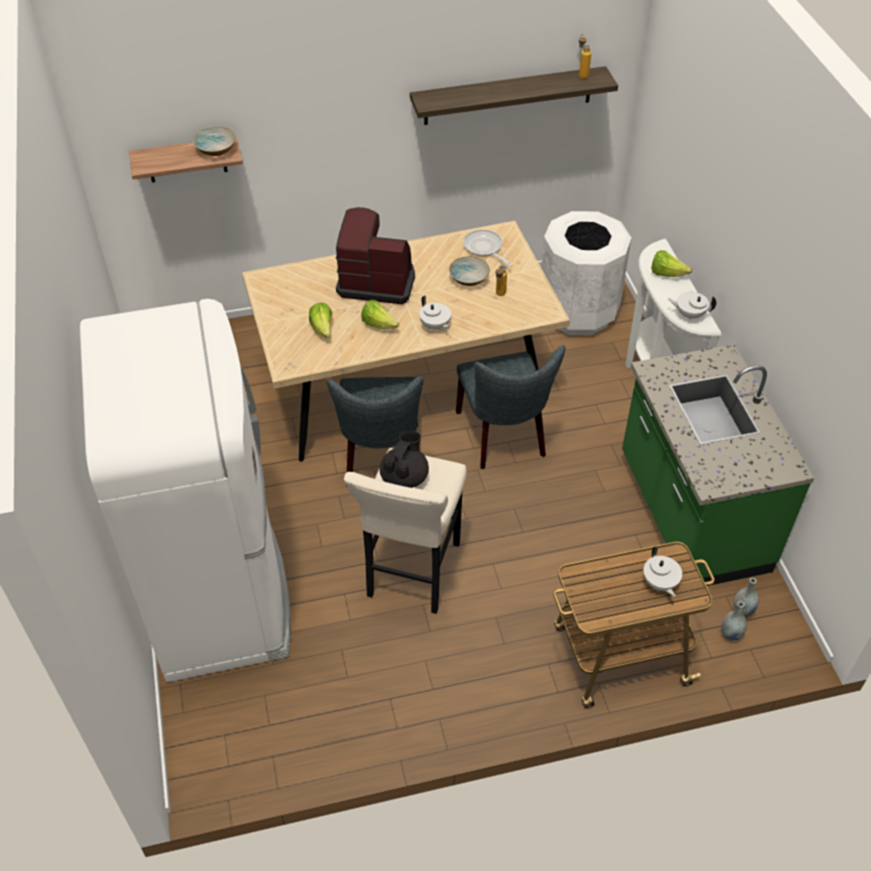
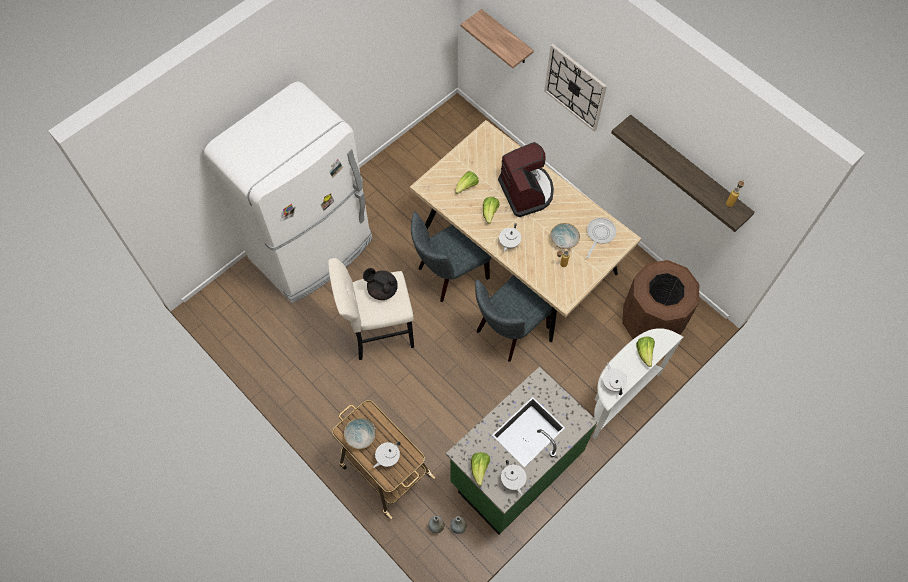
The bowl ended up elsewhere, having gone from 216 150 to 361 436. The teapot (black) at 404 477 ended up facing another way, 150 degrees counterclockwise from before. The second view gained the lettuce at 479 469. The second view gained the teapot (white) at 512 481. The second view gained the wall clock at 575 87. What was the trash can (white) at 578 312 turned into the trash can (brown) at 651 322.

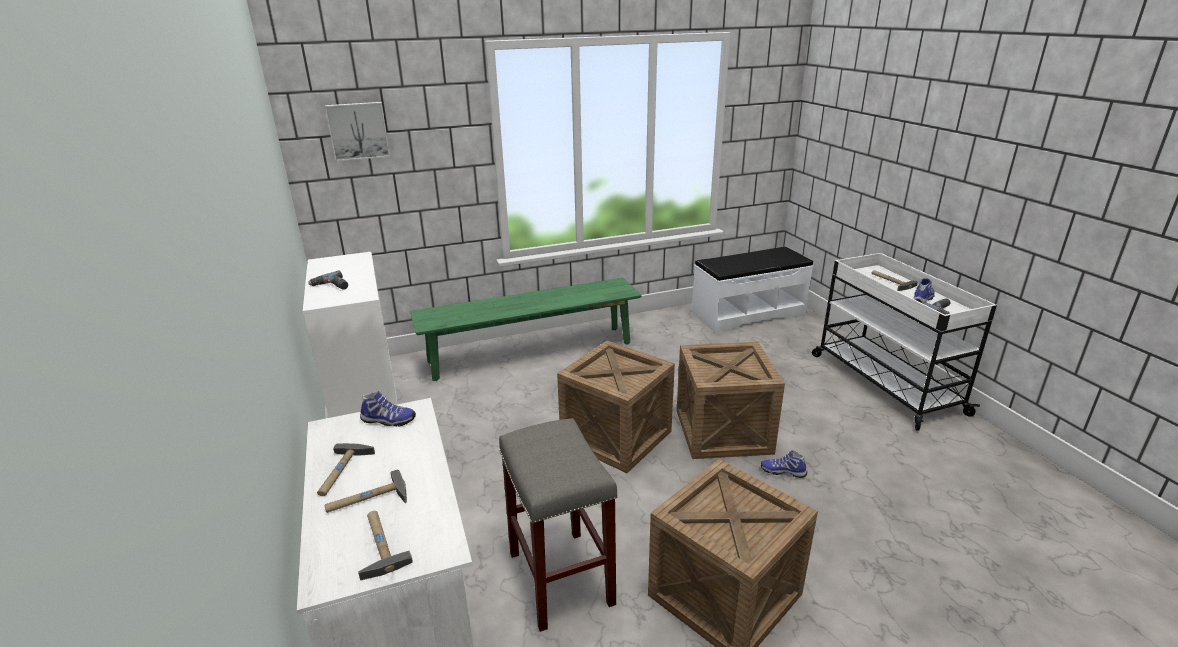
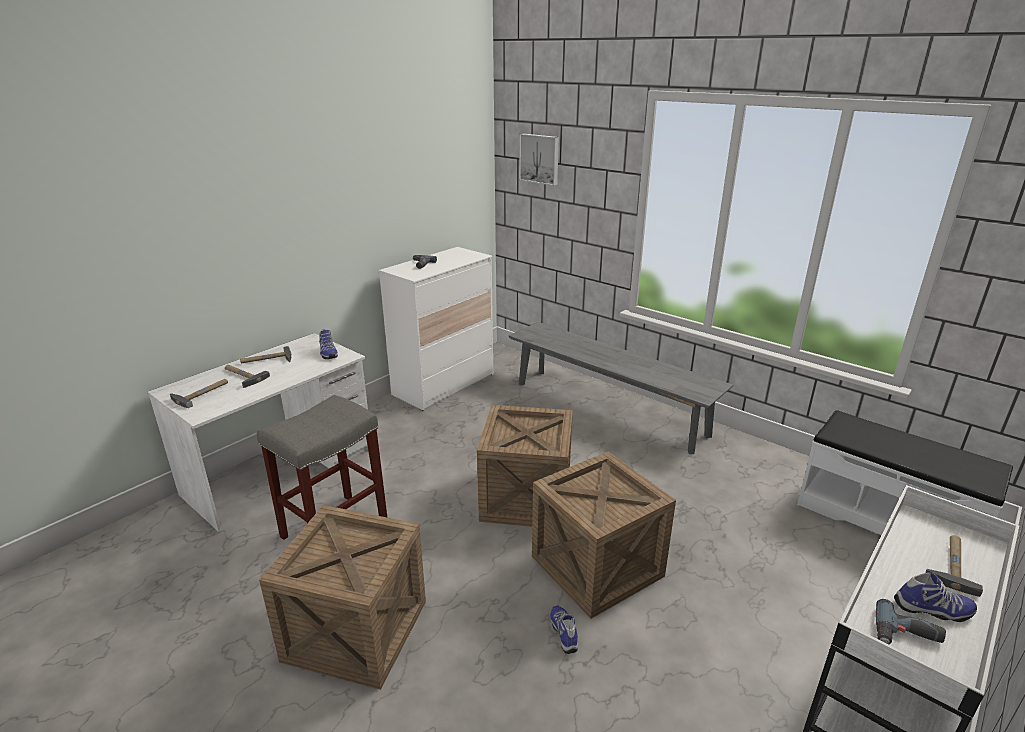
What was the bench (green) at 531 352 turned into the bench (grey) at 608 408.

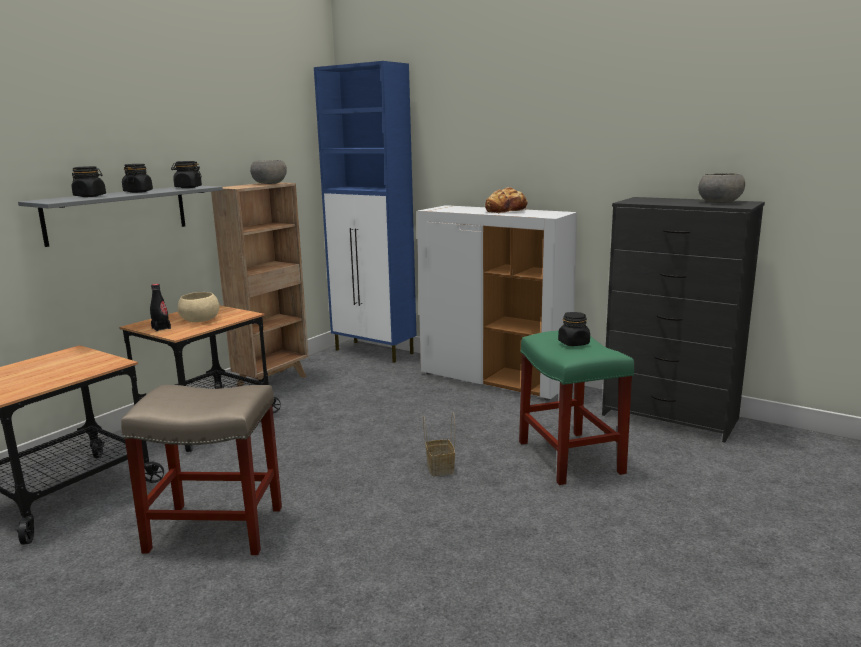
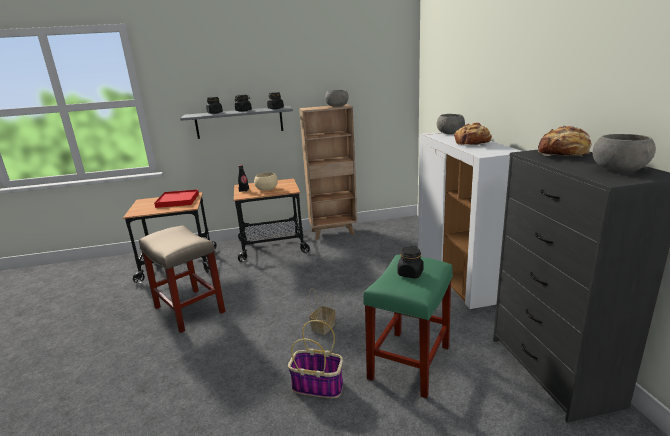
The second view gained the tray (red) at 178 200. The second view gained the basket at 318 385. The second view gained the bowl (grey) at 450 133. The second view gained the bread at 563 154. The second view lost the cabinet (blue) at 375 352.

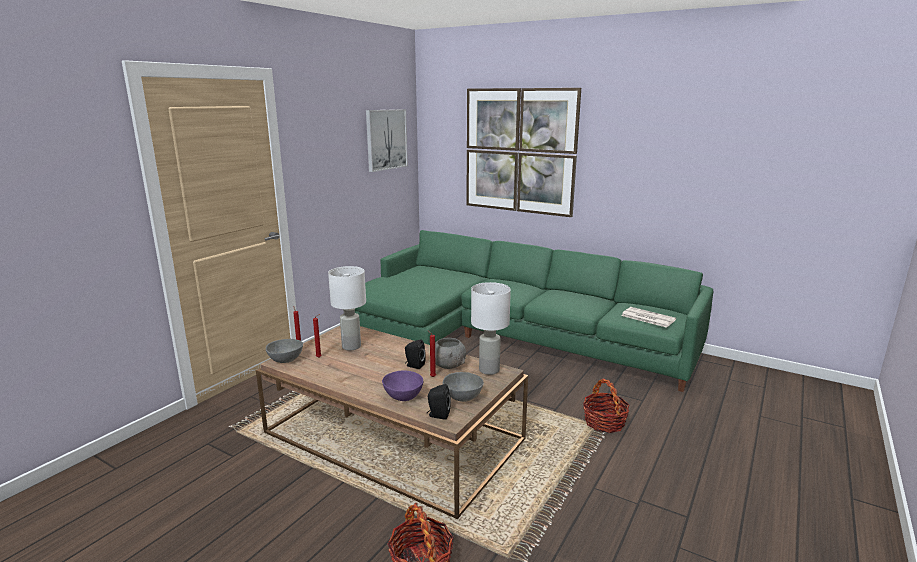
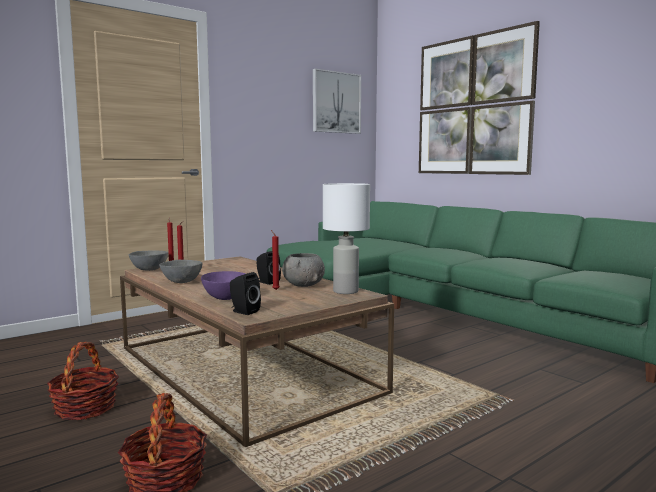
The basket ended up elsewhere, having gone from 604 422 to 85 408. The bowl (grey) ended up elsewhere, having gone from 463 398 to 181 282. The second view lost the table lamp (white) at 351 347. The second view lost the newspaper at 647 317.

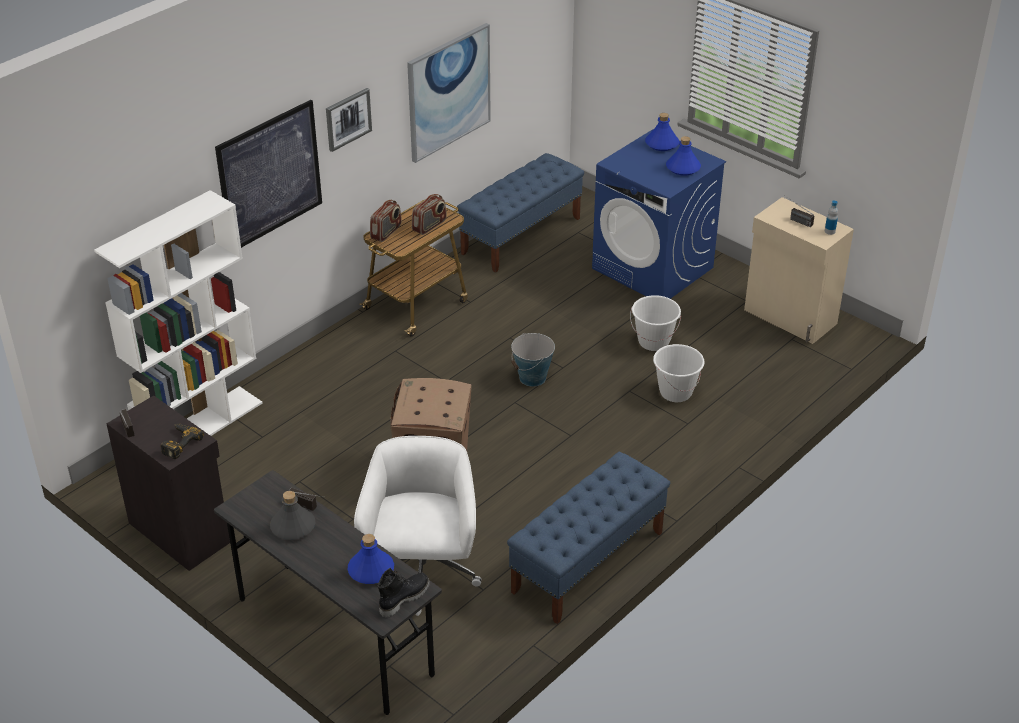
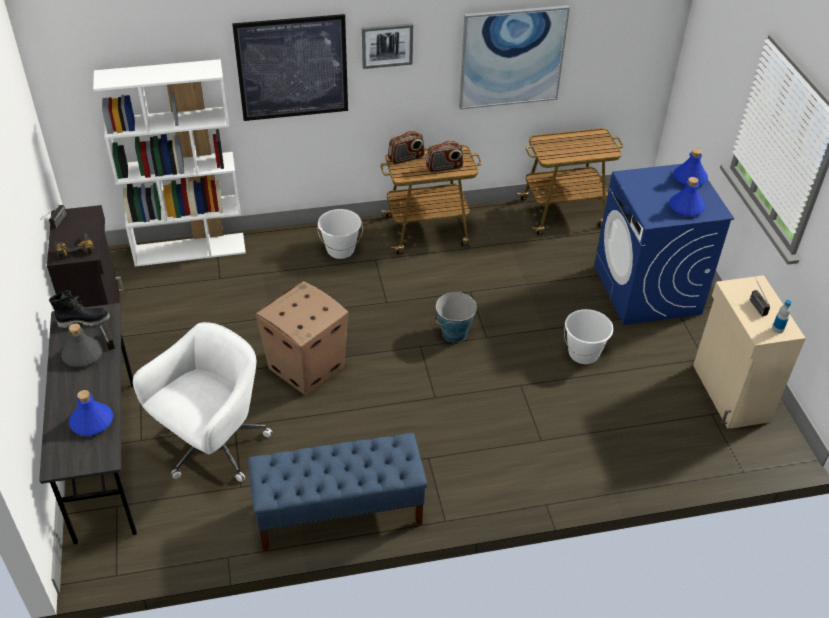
The boot (black) ended up elsewhere, having gone from 403 598 to 84 320. The bucket (white) ended up elsewhere, having gone from 675 392 to 340 250. Where the bench (blue) stood at 521 235, the cart came to stand at 563 212.

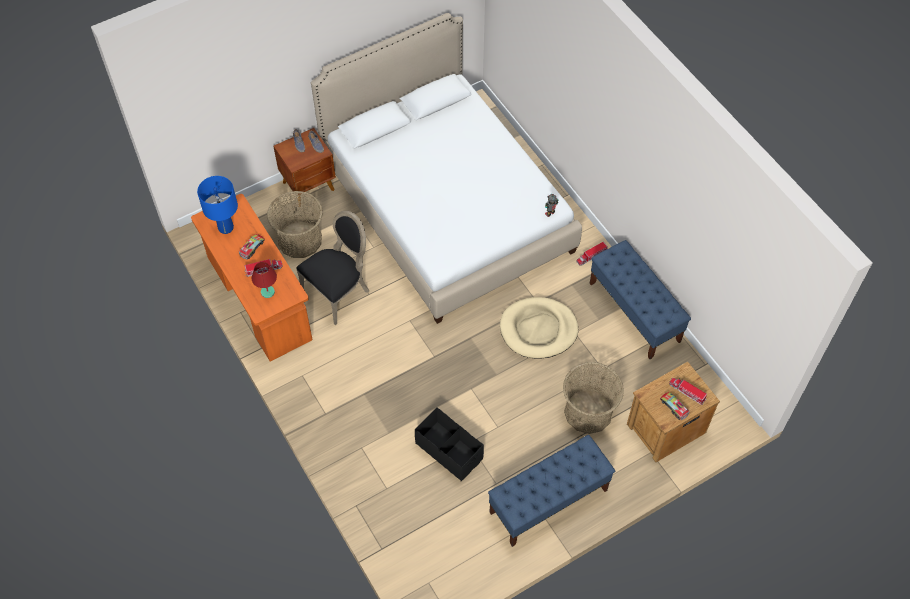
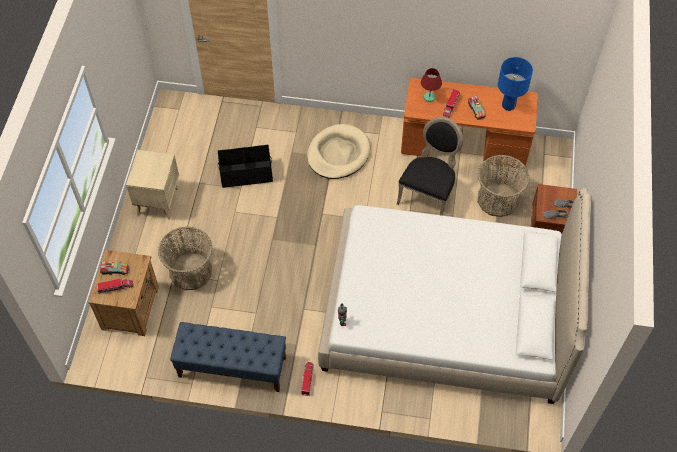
Where the bench (blue) stood at 548 501, the nightstand (beige) came to stand at 158 201. The dog bed (beige) ended up elsewhere, having gone from 538 330 to 338 154. The chair (black) at 338 291 ended up facing another way, 150 degrees counterclockwise from before.

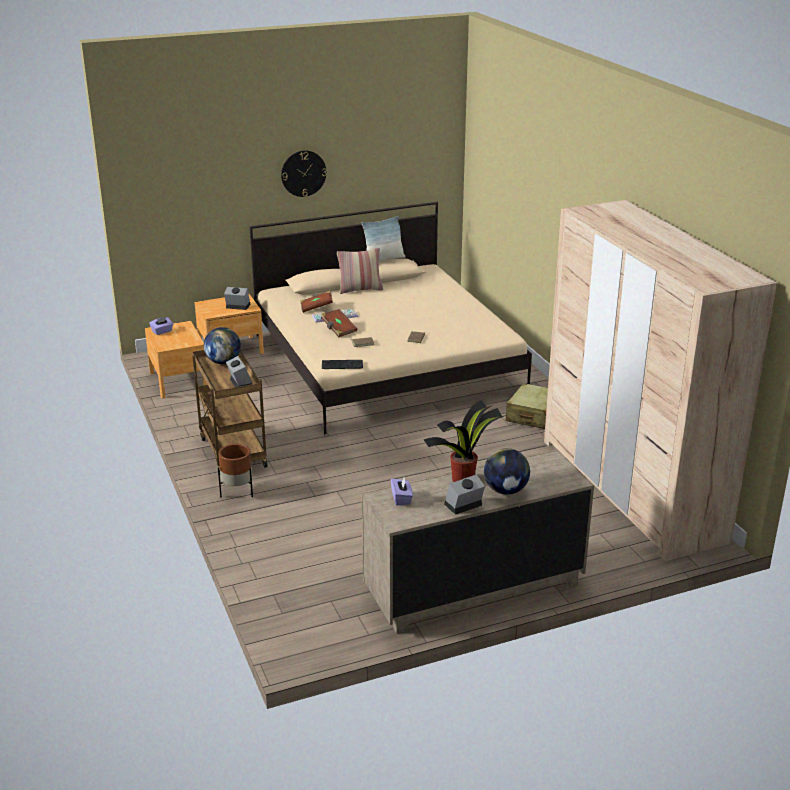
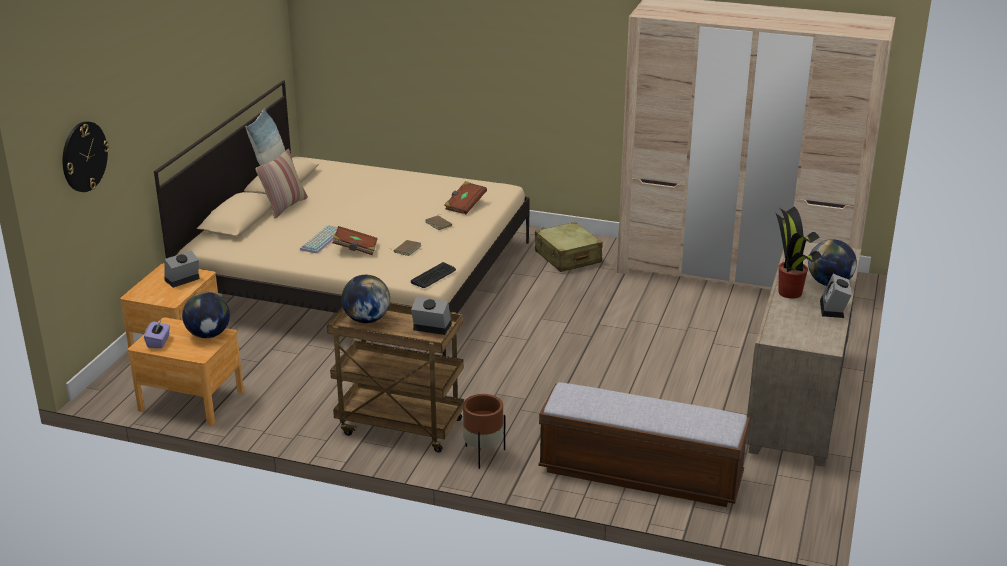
The wall clock ended up elsewhere, having gone from 303 173 to 84 156. The second view gained the globe at 208 335. The book (brown) ended up elsewhere, having gone from 316 308 to 465 205. The second view gained the bench at 640 474. The second view lost the tissue box (purple) at 401 498.

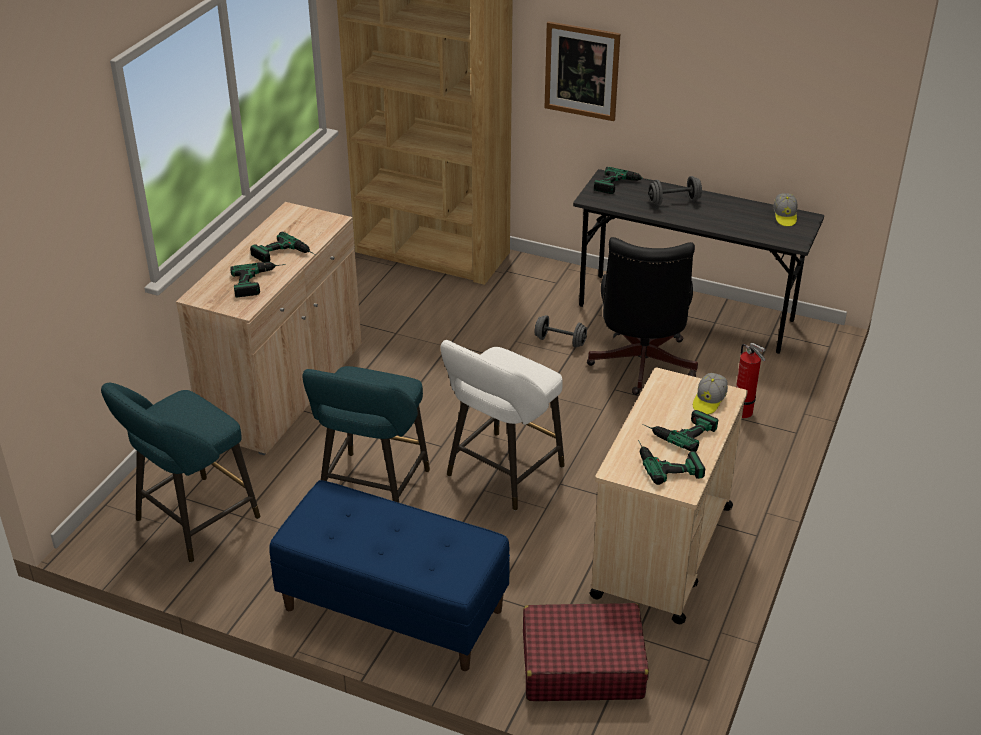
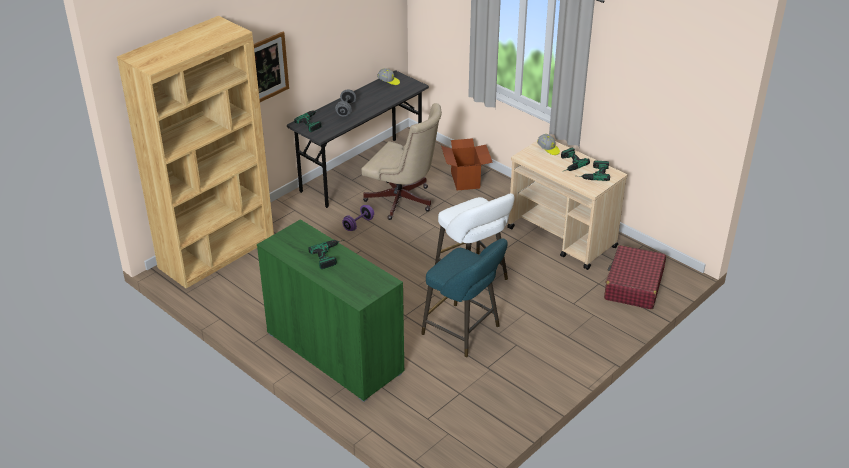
What was the cabinet (beige) at 284 389 turned into the cabinet (green) at 334 352. What was the dumbbell (grey) at 560 341 turned into the dumbbell (purple) at 358 224. What was the office chair (black) at 640 367 turned into the office chair (beige) at 403 202. Where the fire extinguisher stood at 744 413, the cardboard box came to stand at 466 180. The second view lost the stool (turquoise) at 192 522. The second view lost the power drill at 260 281. The second view lost the bench (blue) at 392 610.

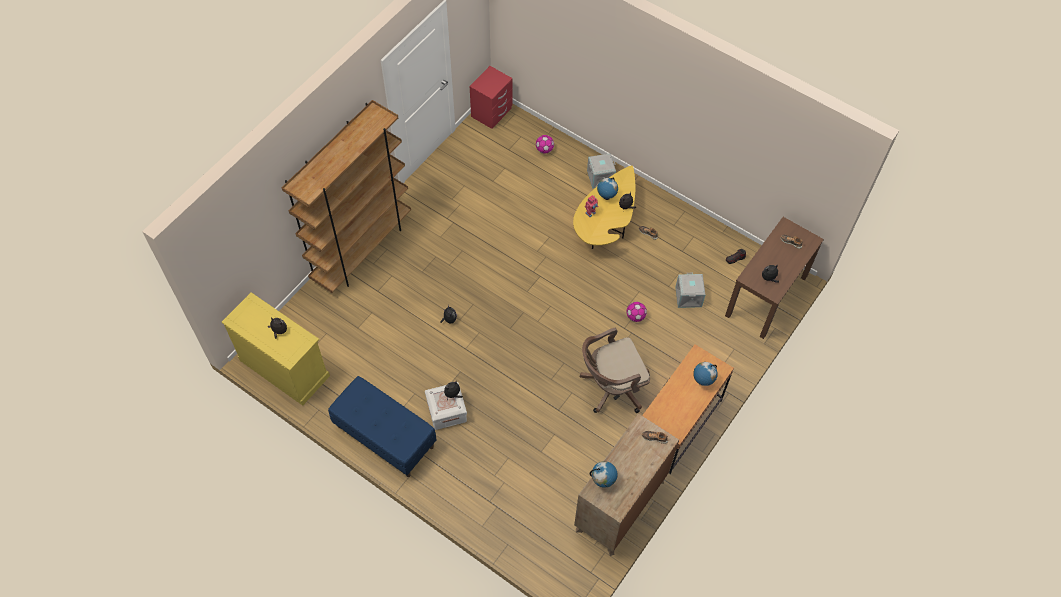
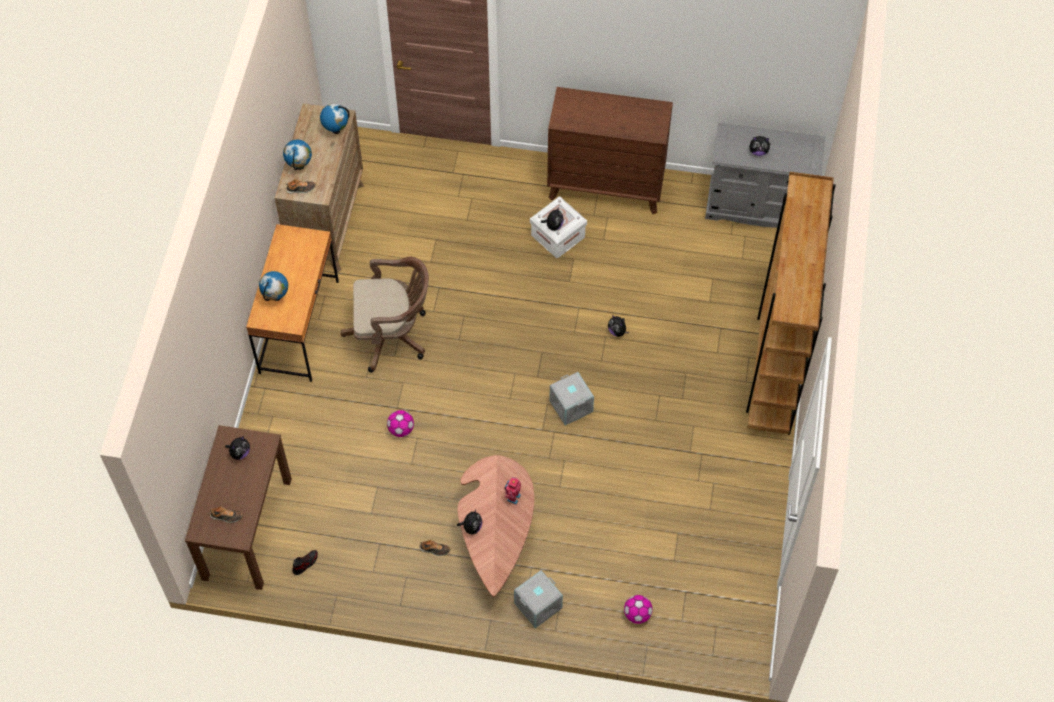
The globe ended up elsewhere, having gone from 606 197 to 299 166. The office chair (brown) at 611 387 ended up facing another way, 45 degrees clockwise from before. What was the coffee table (yellow) at 605 225 turned into the coffee table (brown) at 496 535. Where the bench (blue) stood at 384 437, the dresser (brown) came to stand at 606 186. The storage box (grey) ended up elsewhere, having gone from 689 297 to 570 406. What was the dresser (yellow) at 284 367 turned into the dresser (grey) at 758 206. The second view lost the nightstand (red) at 491 112.

